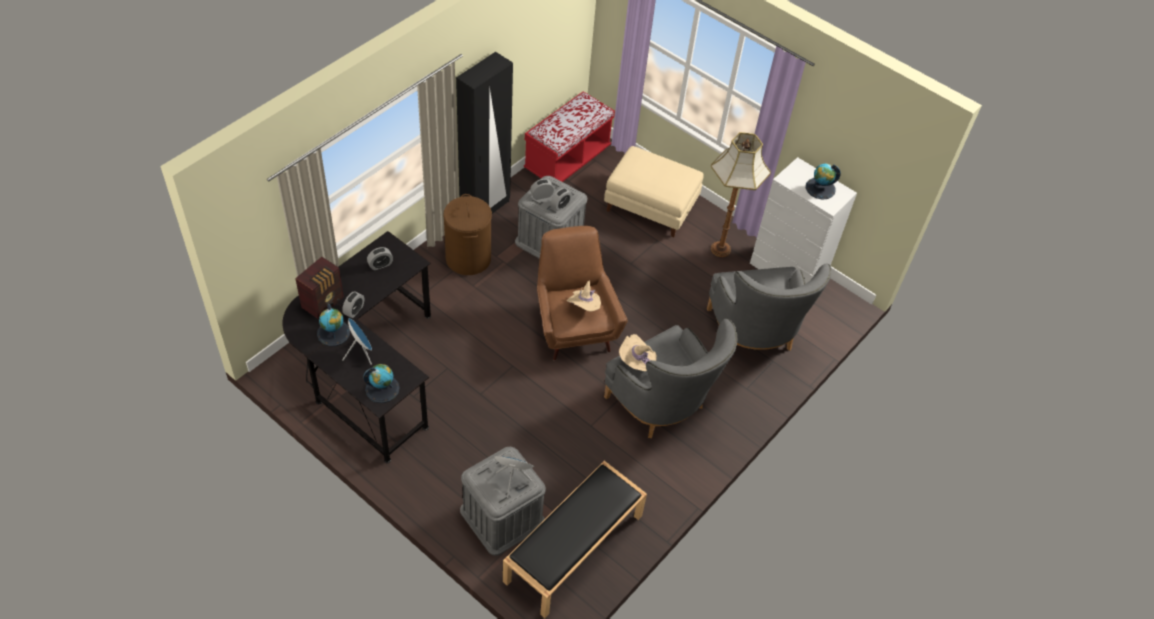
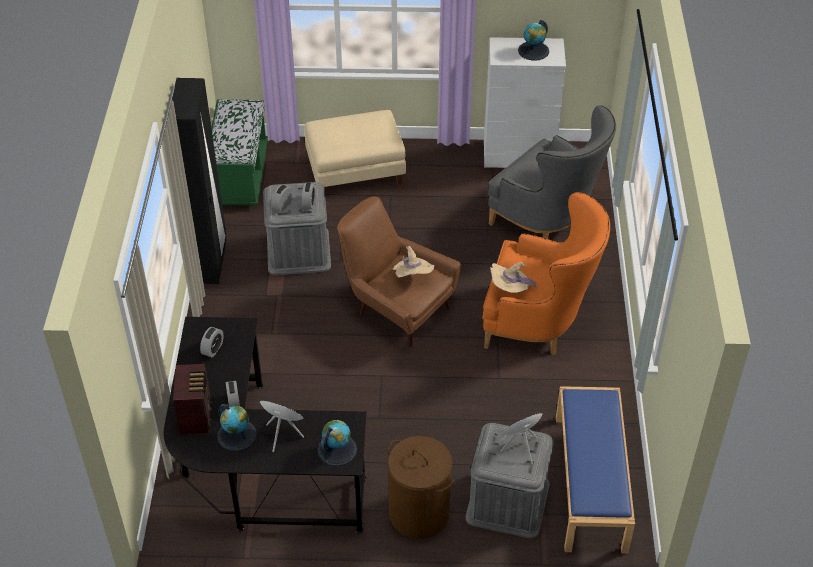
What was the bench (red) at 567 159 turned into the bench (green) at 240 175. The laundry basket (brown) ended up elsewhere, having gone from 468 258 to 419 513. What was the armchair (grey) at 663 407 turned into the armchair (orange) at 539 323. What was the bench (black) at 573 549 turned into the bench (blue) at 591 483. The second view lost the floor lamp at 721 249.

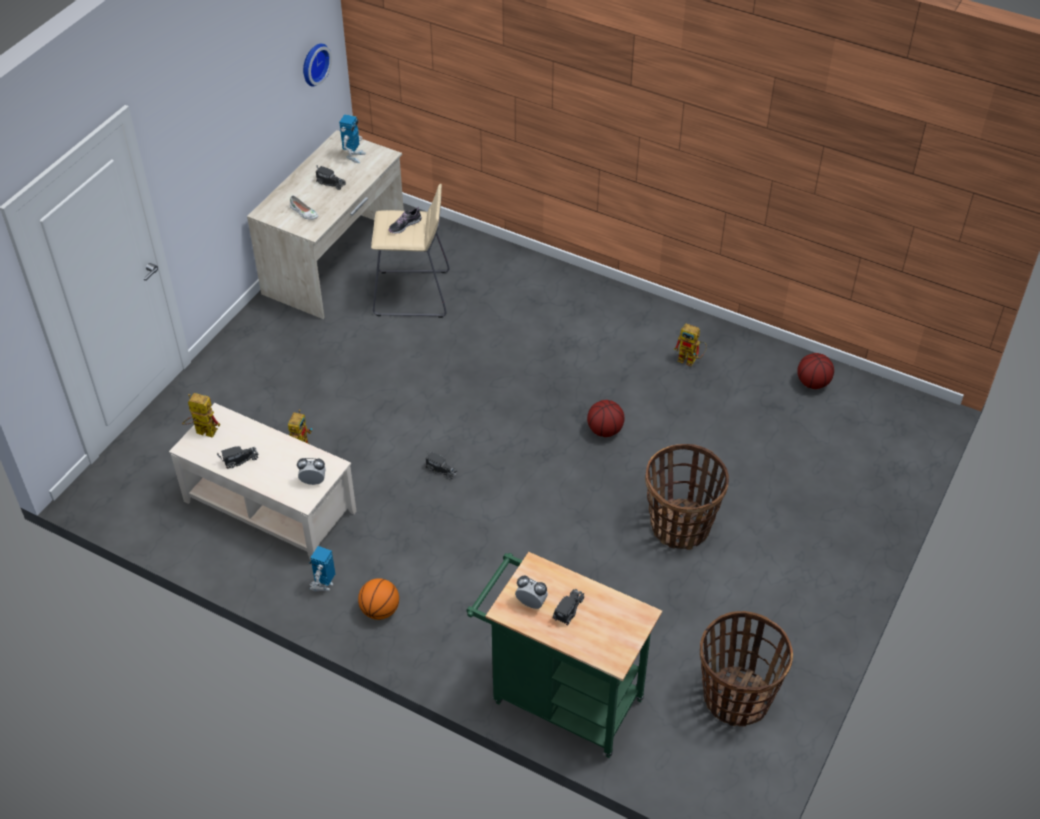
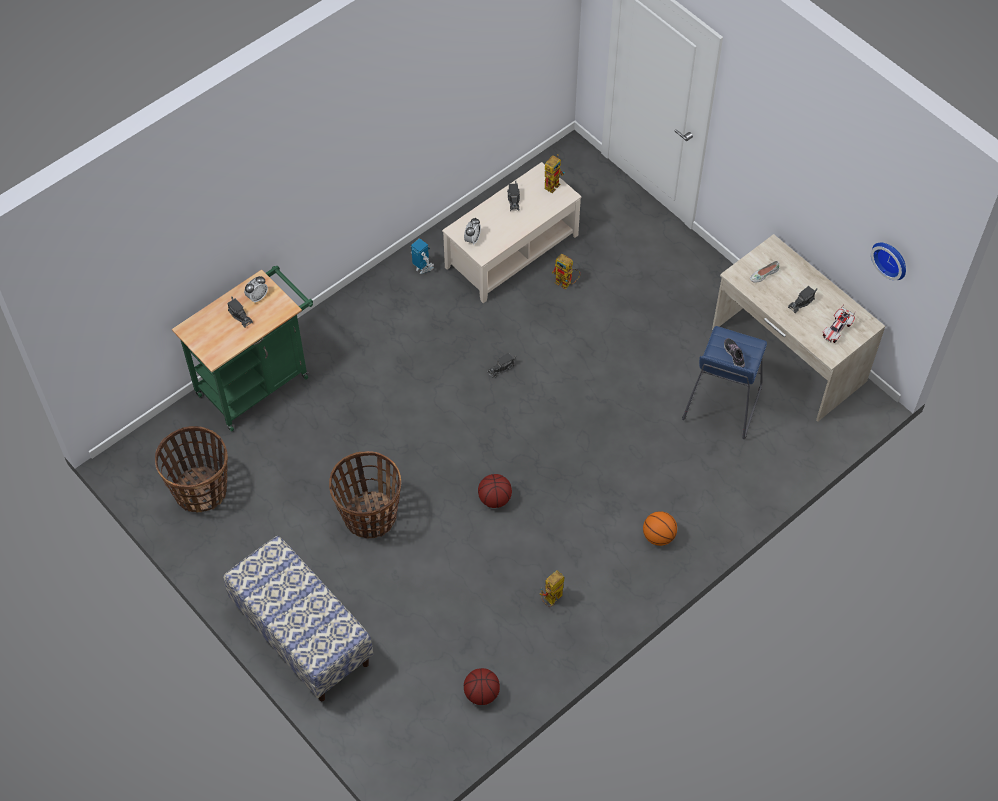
The second view gained the bench at 301 634. The basketball ended up elsewhere, having gone from 380 610 to 658 536. What was the stool (beige) at 412 294 turned into the stool (blue) at 722 404. Where the toy robot stood at 354 156, the toy car came to stand at 837 330.

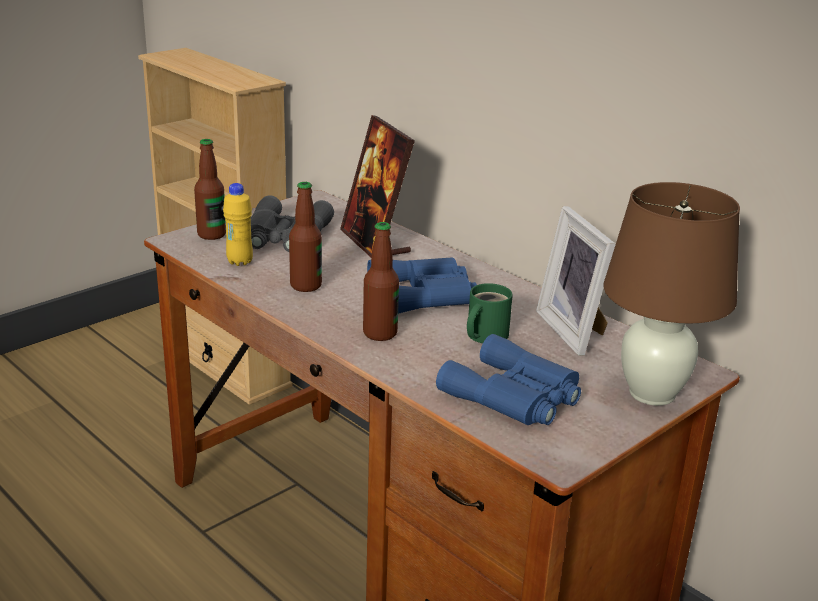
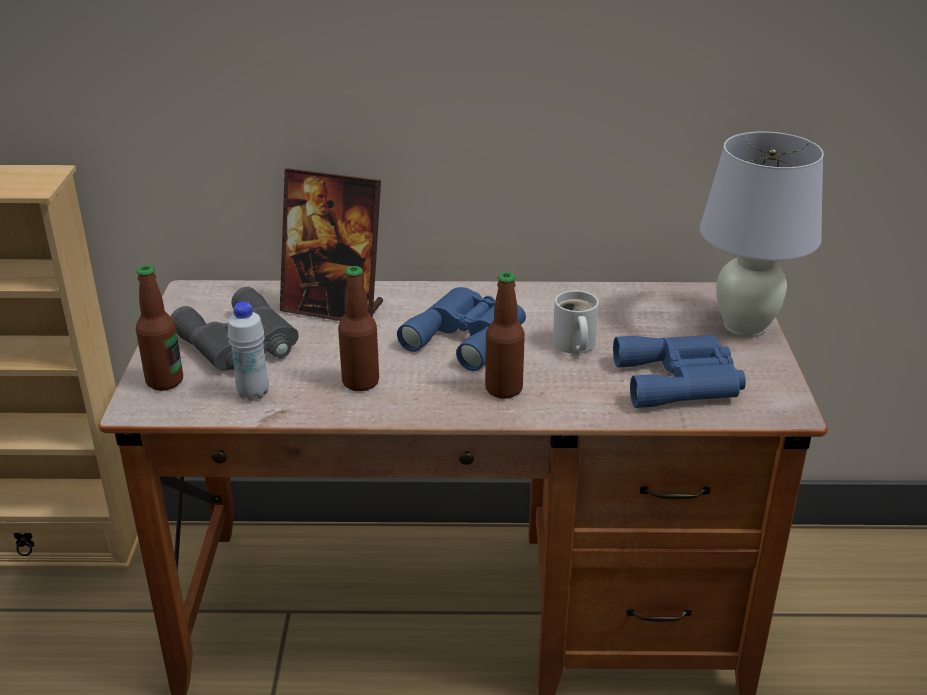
What was the bottle (yellow) at 239 262 turned into the bottle (white) at 253 393. What was the mug (green) at 484 335 turned into the mug (white) at 573 345. What was the table lamp (brown) at 652 394 turned into the table lamp (white) at 745 326. The second view lost the picture frame at 575 331.

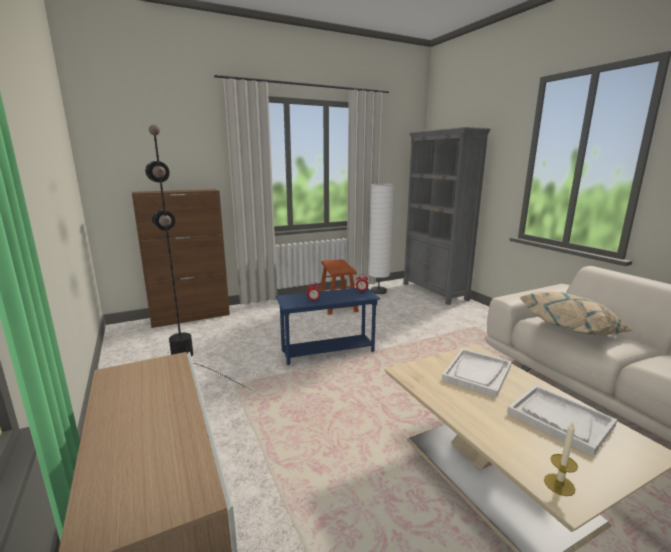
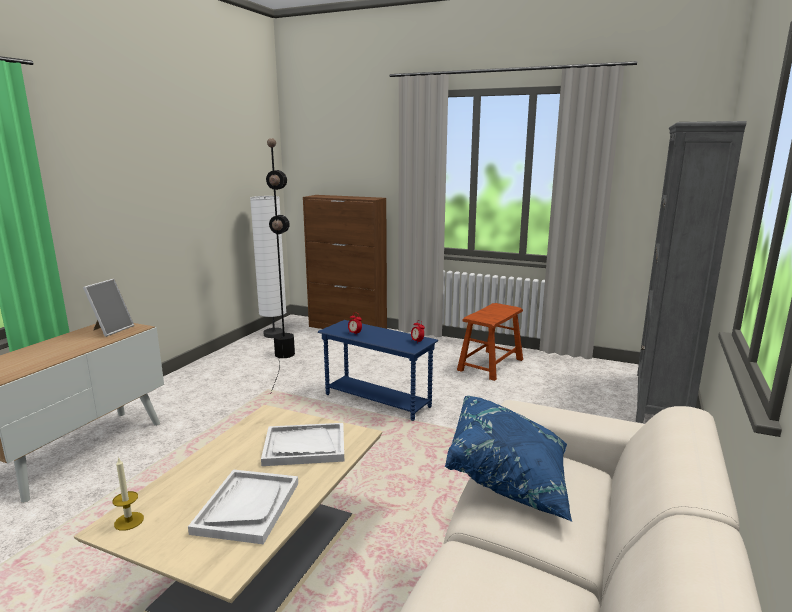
The second view gained the picture frame at 111 330. The floor lamp (white) ended up elsewhere, having gone from 378 291 to 274 334. What was the pillow (beige) at 572 330 turned into the pillow (blue) at 510 478.

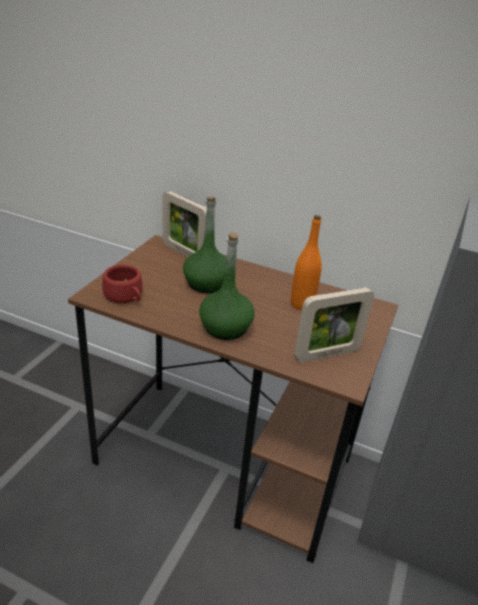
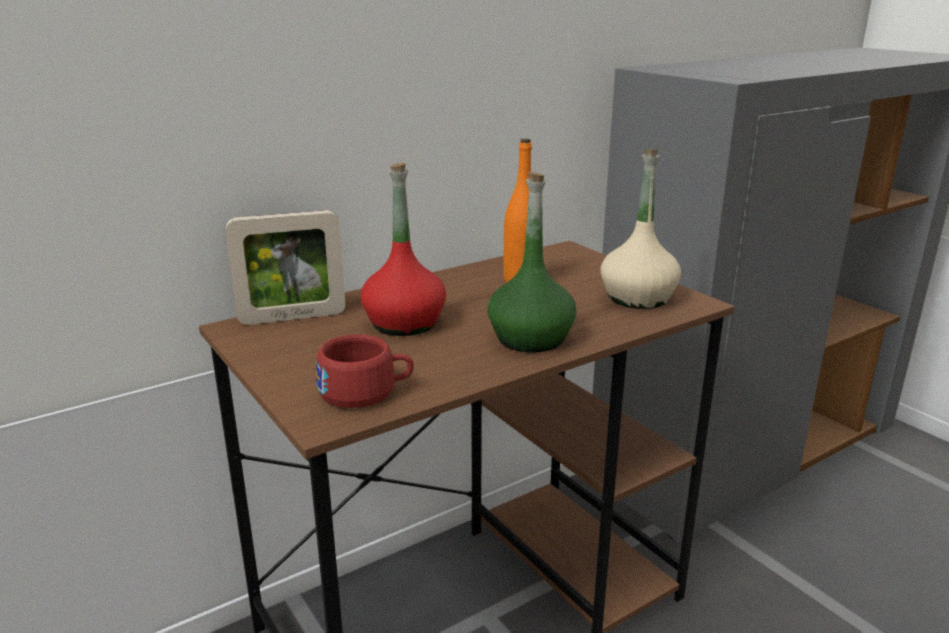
What was the bottle (green) at 206 284 turned into the bottle (red) at 404 323. Where the picture frame stood at 327 354, the bottle (beige) came to stand at 637 298.

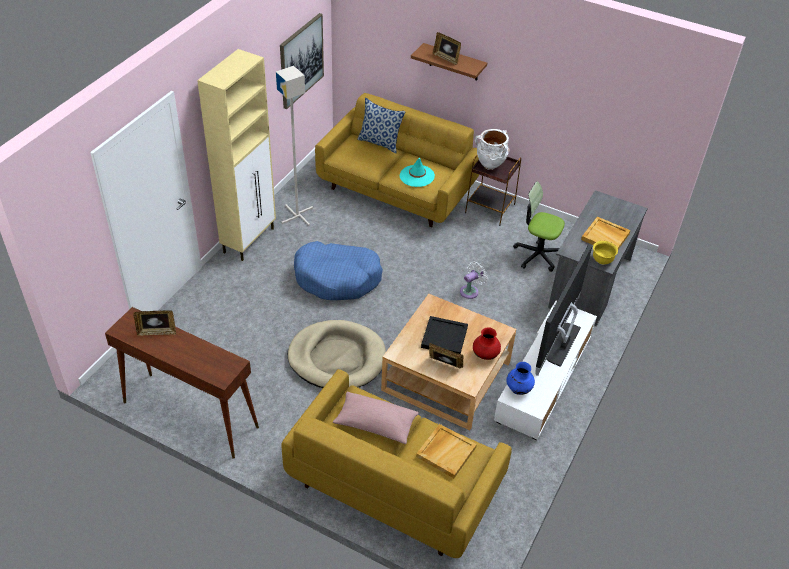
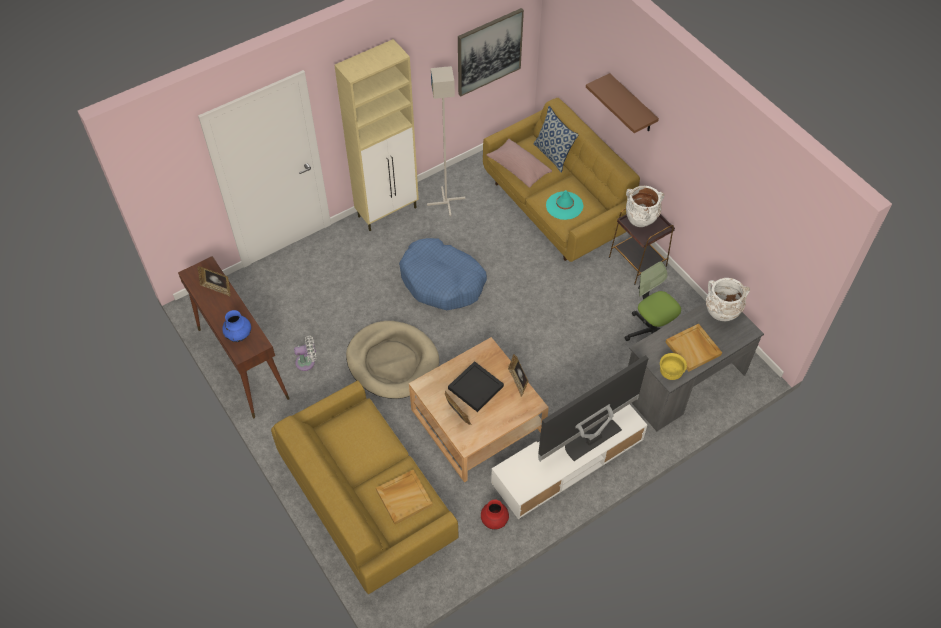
The vase (blue) ended up elsewhere, having gone from 518 389 to 239 335. The fan (white) ended up elsewhere, having gone from 470 291 to 307 362. The vase (red) ended up elsewhere, having gone from 485 355 to 494 520. The pillow (pink) ended up elsewhere, having gone from 375 424 to 518 169. The picture frame ended up elsewhere, having gone from 446 58 to 518 381. The second view gained the vase (white) at 720 316.

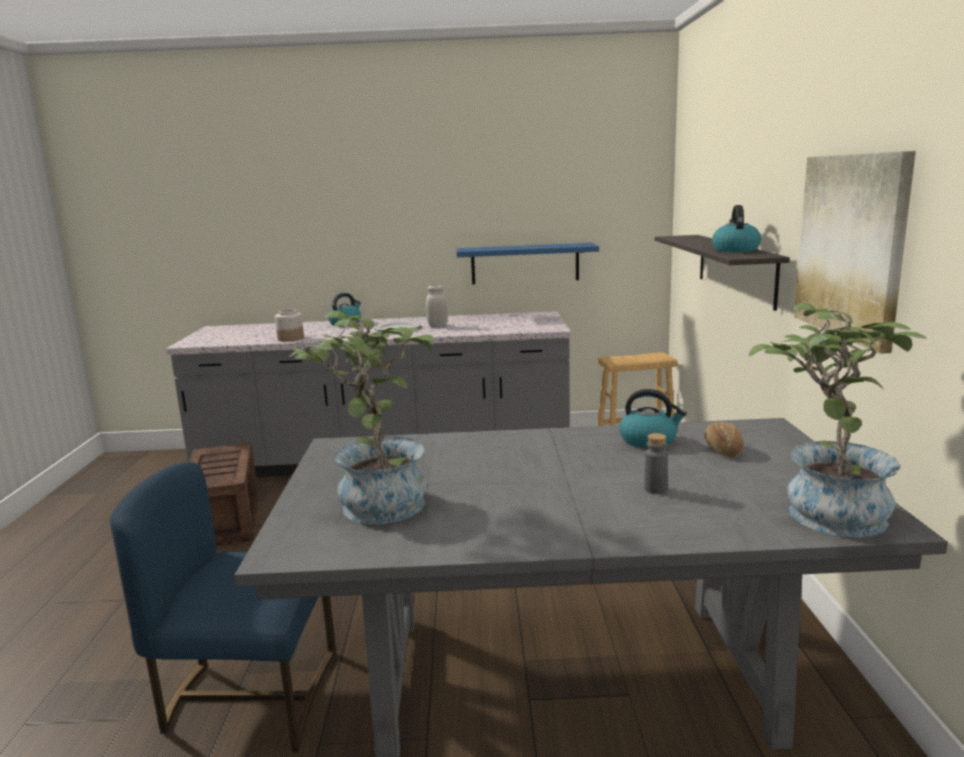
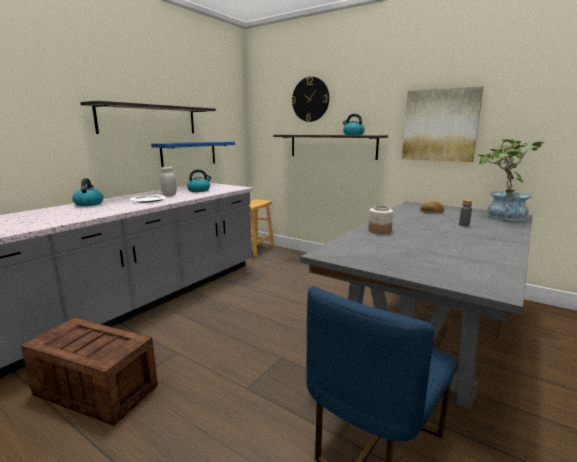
The second view gained the shelf at 149 120. The kettle ended up elsewhere, having gone from 649 440 to 199 190. The second view gained the wall clock at 310 99. The jar ended up elsewhere, having gone from 290 338 to 380 231. The second view lost the potted plant at 377 500.

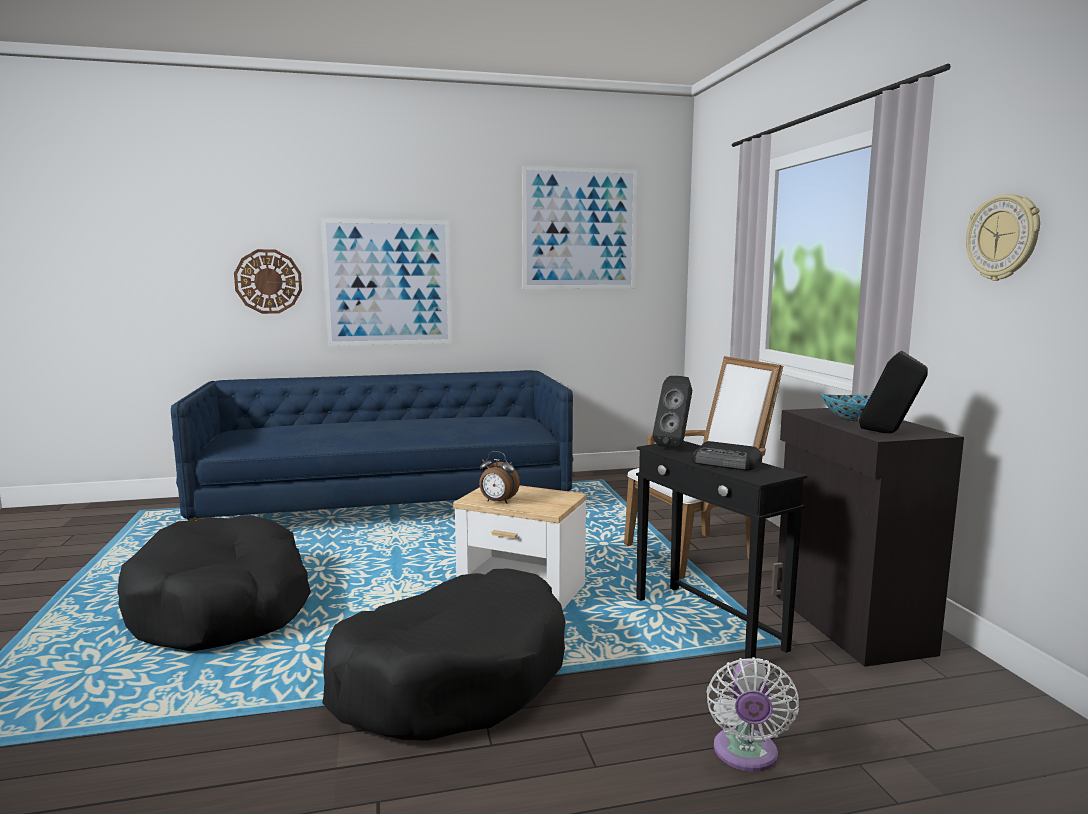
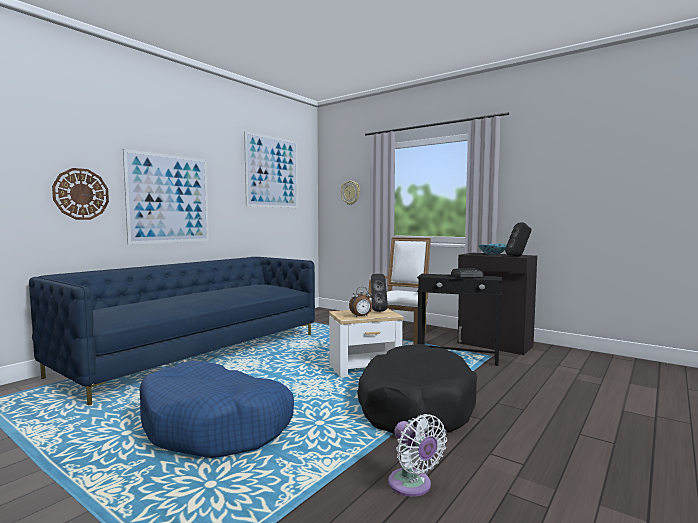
What was the dog bed (black) at 222 606 turned into the dog bed (blue) at 216 426. The wall clock ended up elsewhere, having gone from 1003 238 to 350 193. The speaker (black) ended up elsewhere, having gone from 675 446 to 377 310. The fan (white) ended up elsewhere, having gone from 745 755 to 412 486.

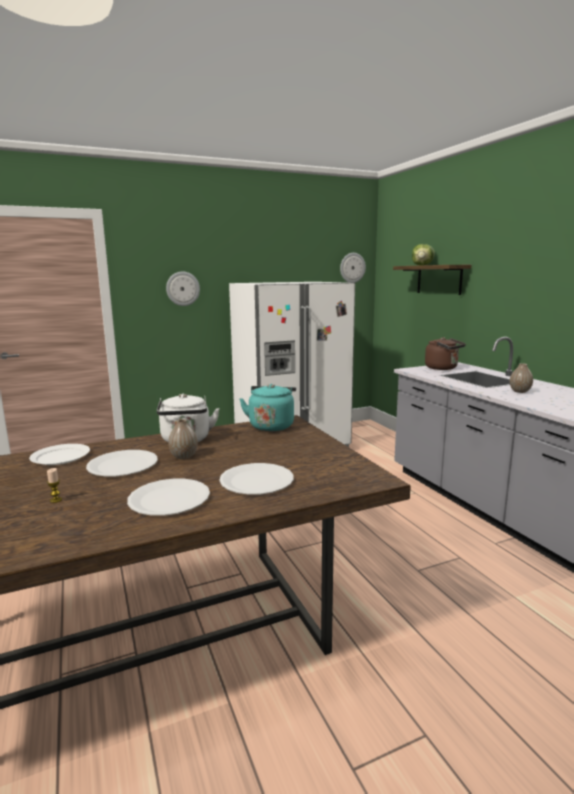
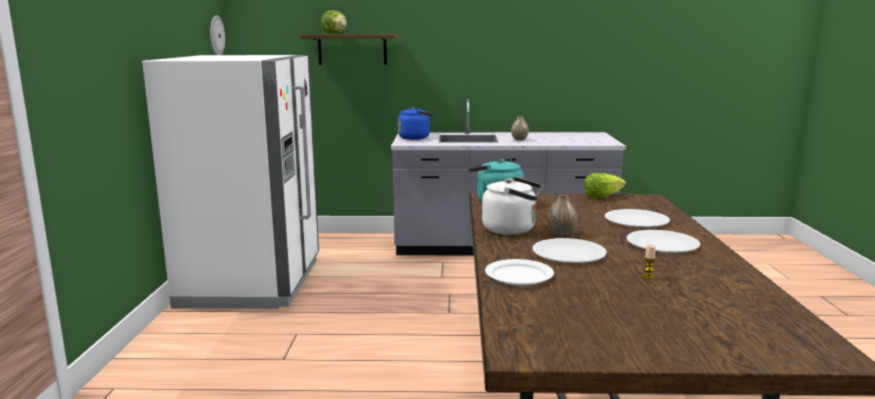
What was the kettle (brown) at 443 368 turned into the kettle (blue) at 416 138. The second view gained the lettuce at 602 196. The second view lost the wall clock at 183 288.

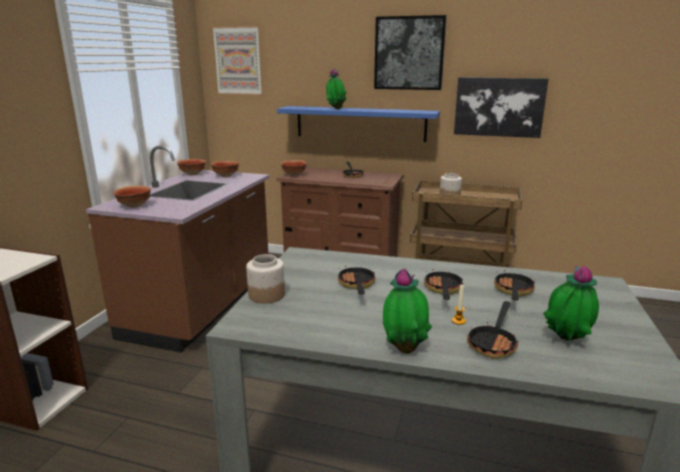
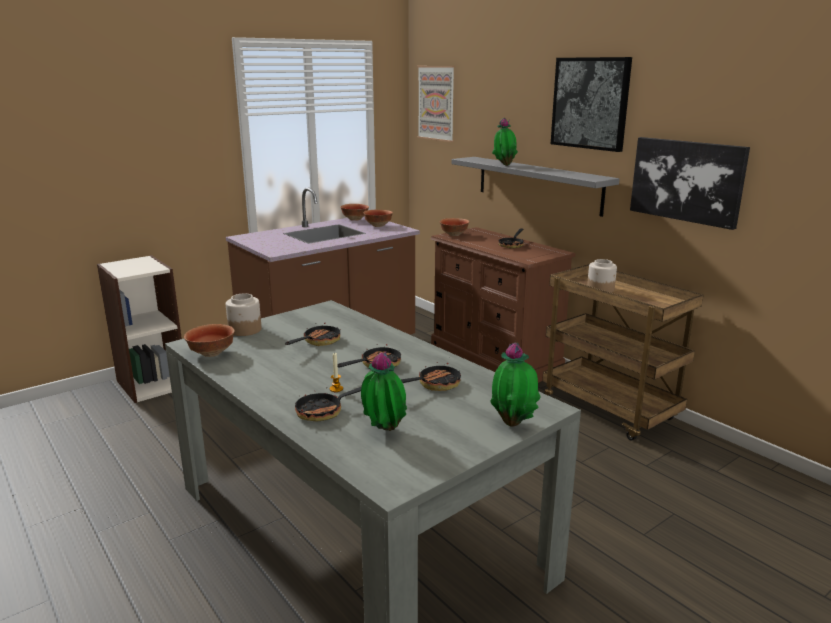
The bowl ended up elsewhere, having gone from 135 206 to 211 354. What was the shelf (blue) at 360 123 turned into the shelf (grey) at 538 184. The potted plant ended up elsewhere, having gone from 404 349 to 513 422.

